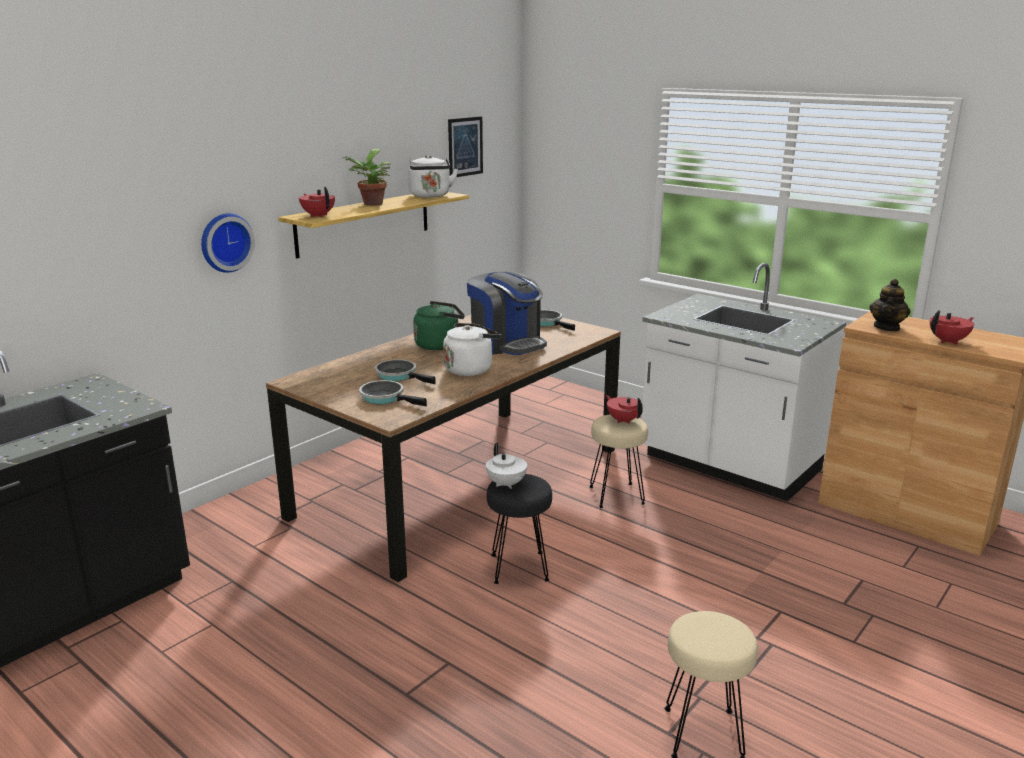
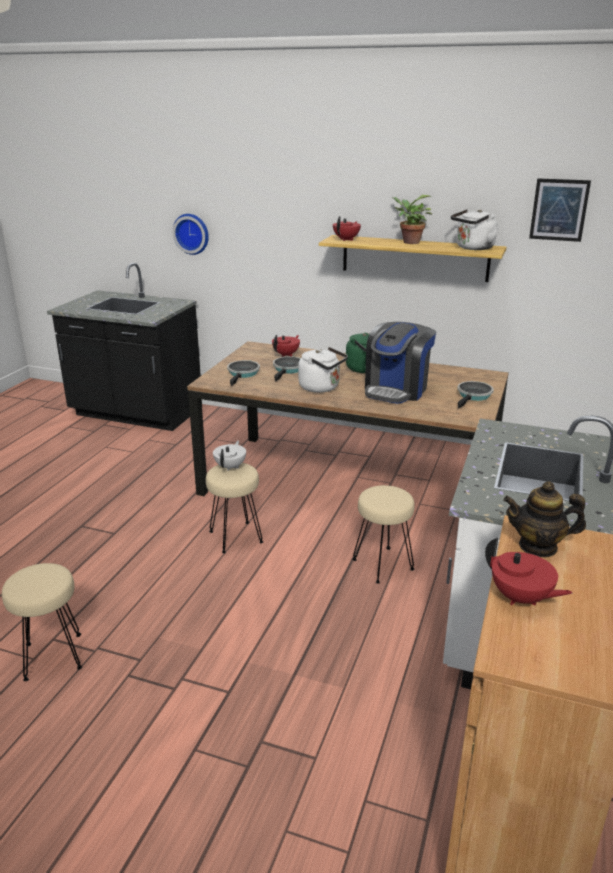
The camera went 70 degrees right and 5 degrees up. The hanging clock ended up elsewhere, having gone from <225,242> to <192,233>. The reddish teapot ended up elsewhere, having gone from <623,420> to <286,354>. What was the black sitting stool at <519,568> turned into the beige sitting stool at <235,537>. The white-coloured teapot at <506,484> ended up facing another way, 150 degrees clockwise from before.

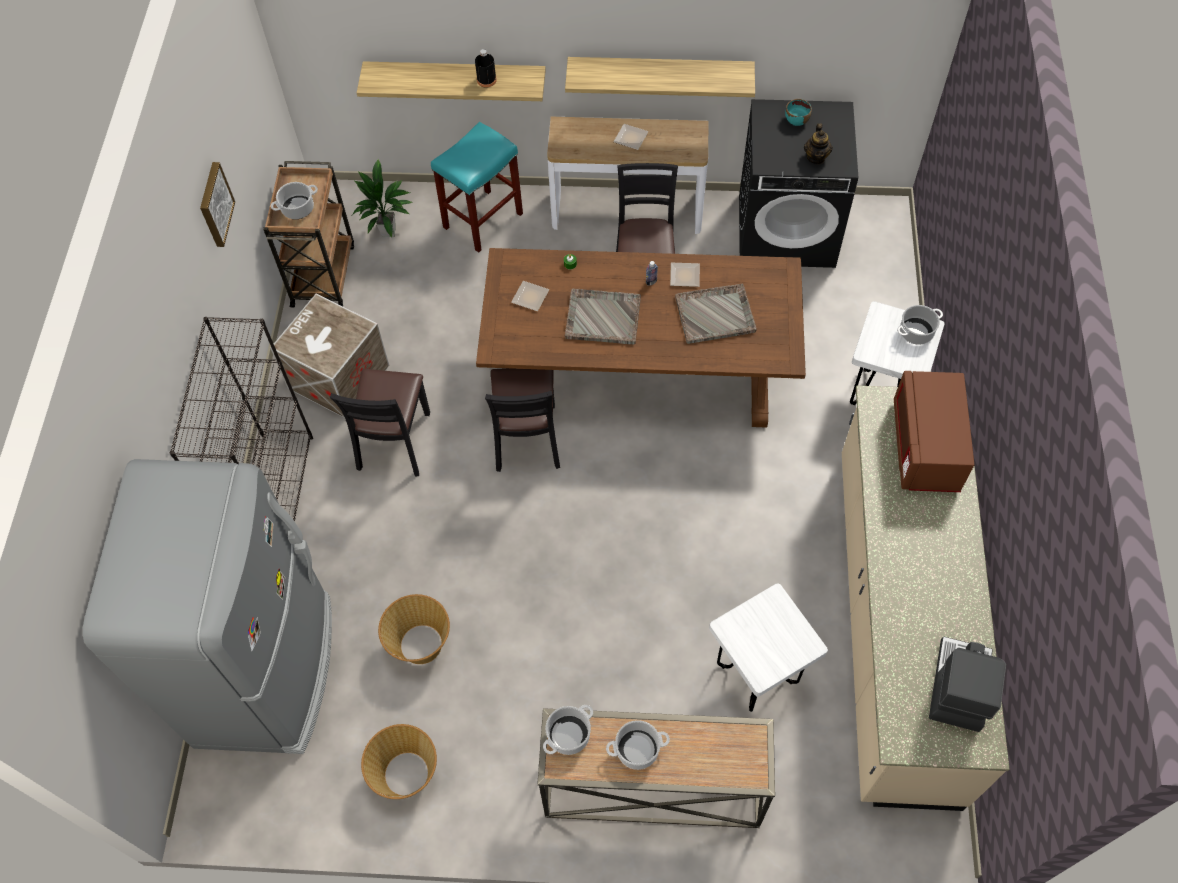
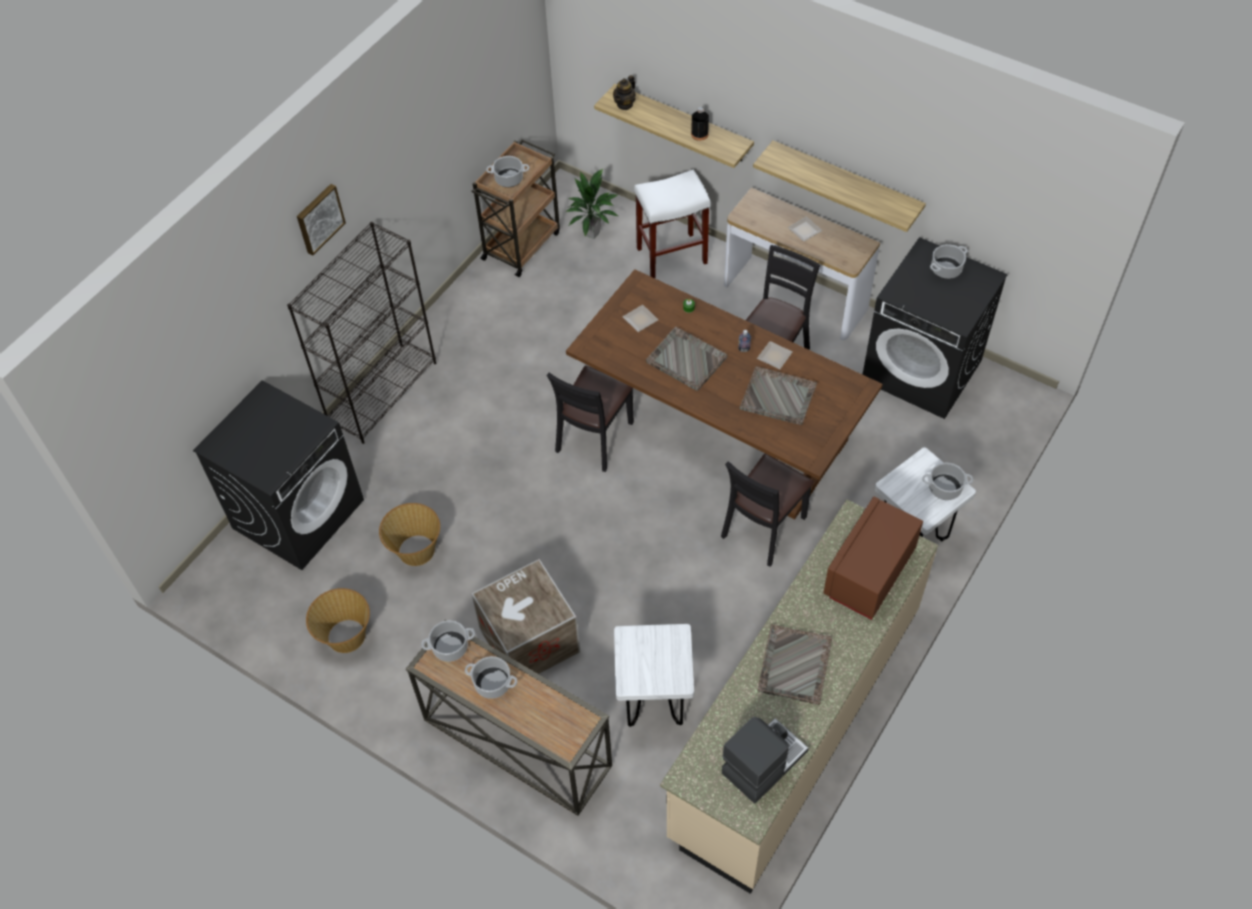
The camera went 30 degrees right and 5 degrees down. The second view gained the greyish tray at <794,666>. The wall picture ended up elsewhere, having gone from <214,204> to <319,218>. The packing crate ended up elsewhere, having gone from <338,377> to <529,640>. The black chair ended up elsewhere, having gone from <394,442> to <764,528>. The teapot ended up elsewhere, having gone from <816,157> to <625,104>. Where the greyish kitchen fridge stood at <267,669>, the black laundry appliance came to stand at <298,513>. Where the turquoise bowl stood at <796,120>, the stockpot came to stand at <946,269>. What was the turquoise sitting stool at <483,219> turned into the white-coloured sitting stool at <672,255>.

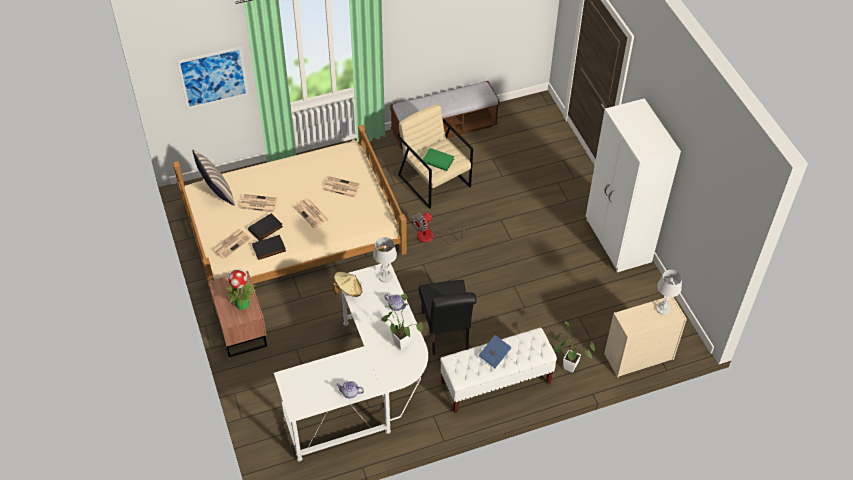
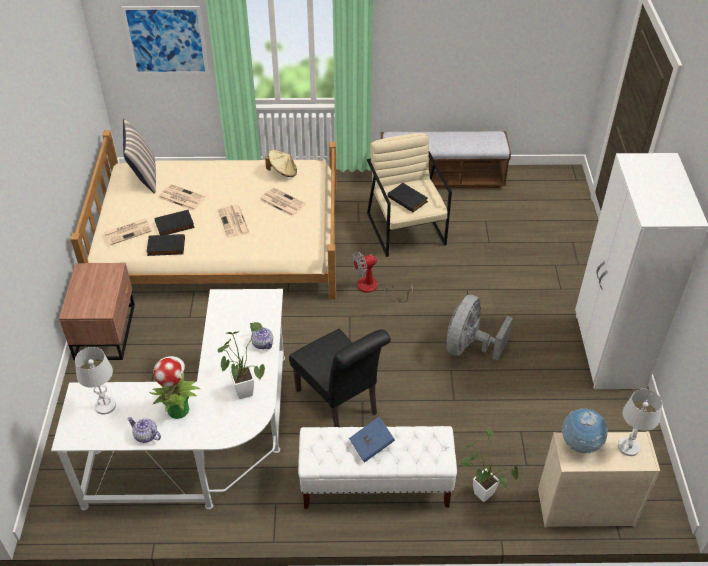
The camera went 20 degrees right and 5 degrees down. The second view gained the greyish electric fan at <469,346>. The second view gained the world globe at <580,444>. The houseplant ended up elsewhere, having gone from <242,303> to <178,409>. The beige hat ended up elsewhere, having gone from <348,290> to <283,172>. The white-coloured tabletop lamp ended up elsewhere, having gone from <385,277> to <105,406>. What was the greenish book at <438,160> turned into the black book at <408,199>. The black chair at <446,334> ended up facing another way, 45 degrees counterclockwise from before.

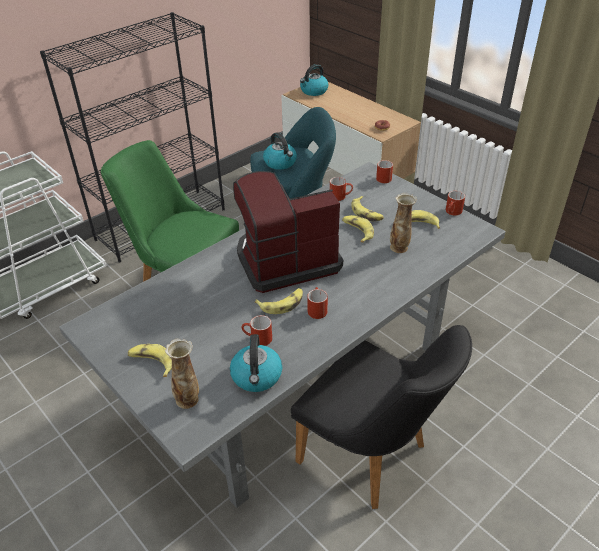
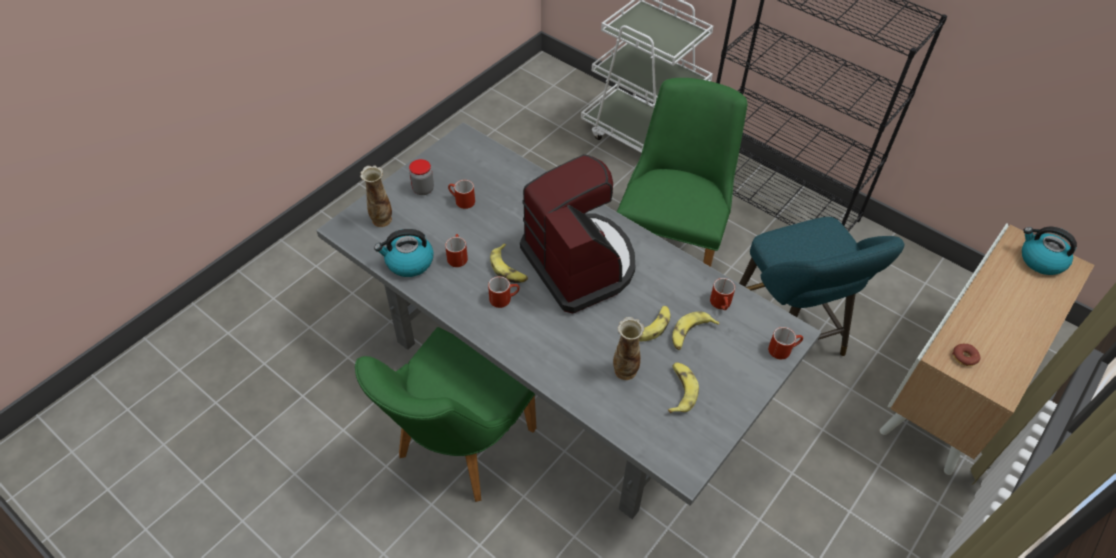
The camera went 80 degrees right and 10 degrees up. The second view lost the tea kettle at <280,163>. The reddish mug ended up elsewhere, having gone from <453,212> to <461,201>. Where the banana fruit stood at <152,362>, the preserve jar came to stand at <423,189>. What was the black chair at <372,458> turned into the greenish chair at <457,450>.

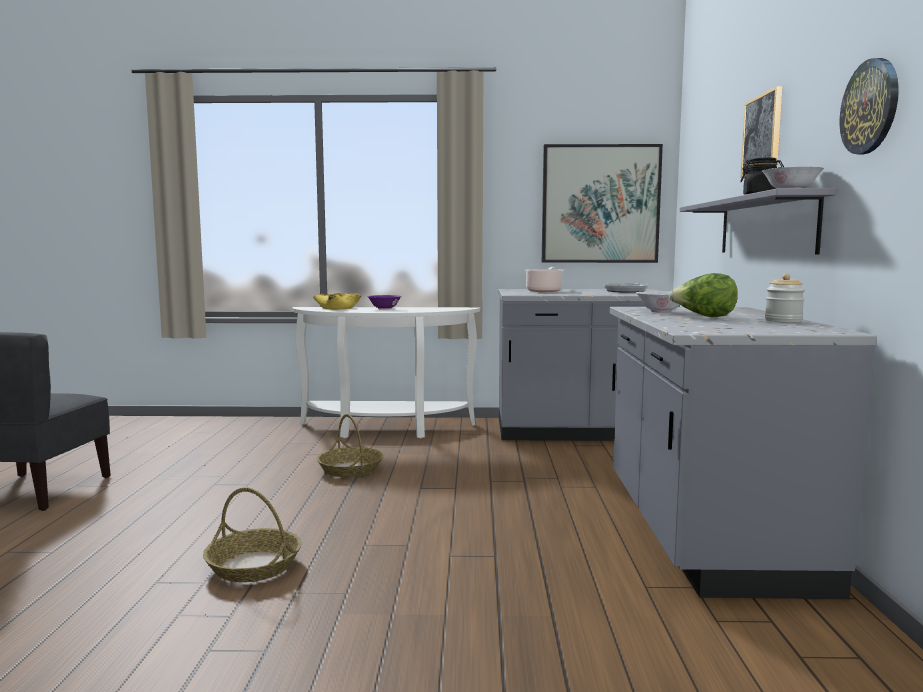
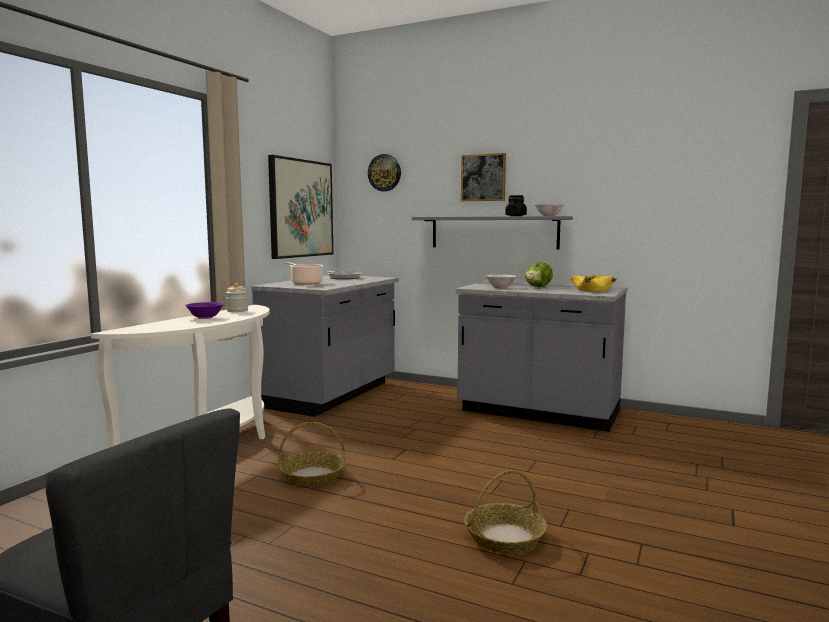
The camera went 65 degrees left and 0 degrees up. The yellow bowl ended up elsewhere, having gone from <337,308> to <592,290>. The preserve jar ended up elsewhere, having gone from <783,321> to <237,311>. The hanging clock ended up elsewhere, having gone from <870,107> to <384,172>.

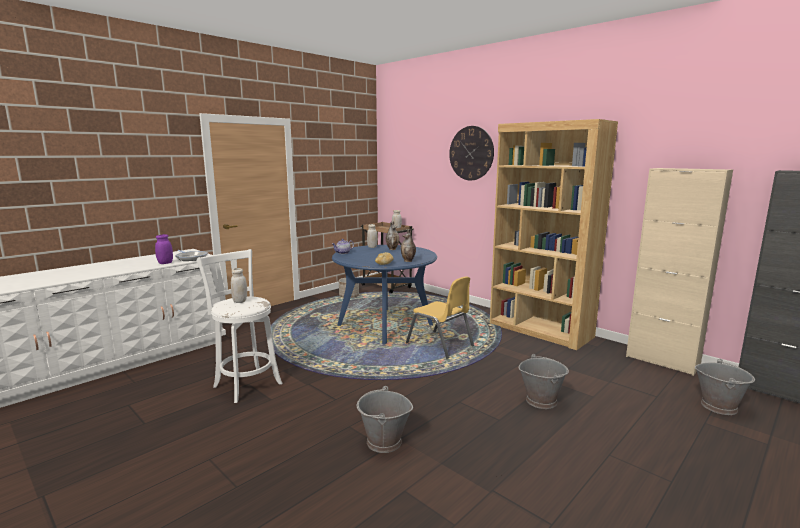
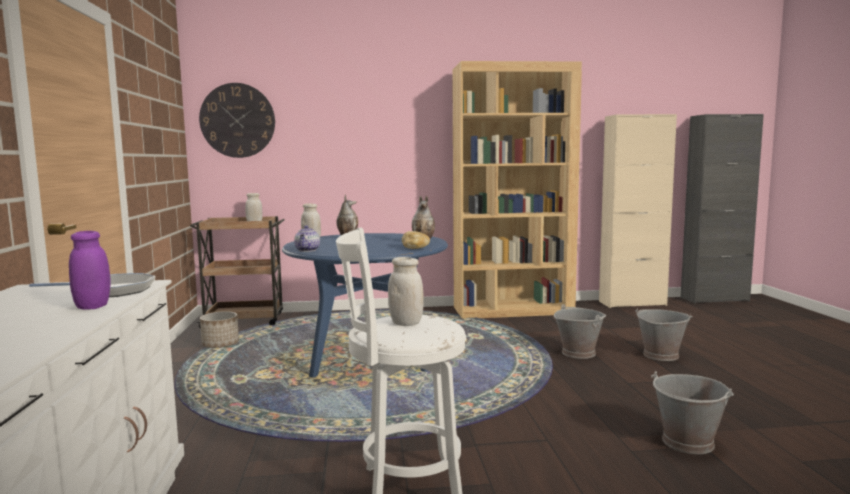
The camera went 50 degrees left and 5 degrees down. The second view lost the yellow chair at <440,345>. The hanging clock ended up elsewhere, having gone from <471,153> to <237,120>. The greyish water bucket ended up elsewhere, having gone from <719,406> to <578,353>.

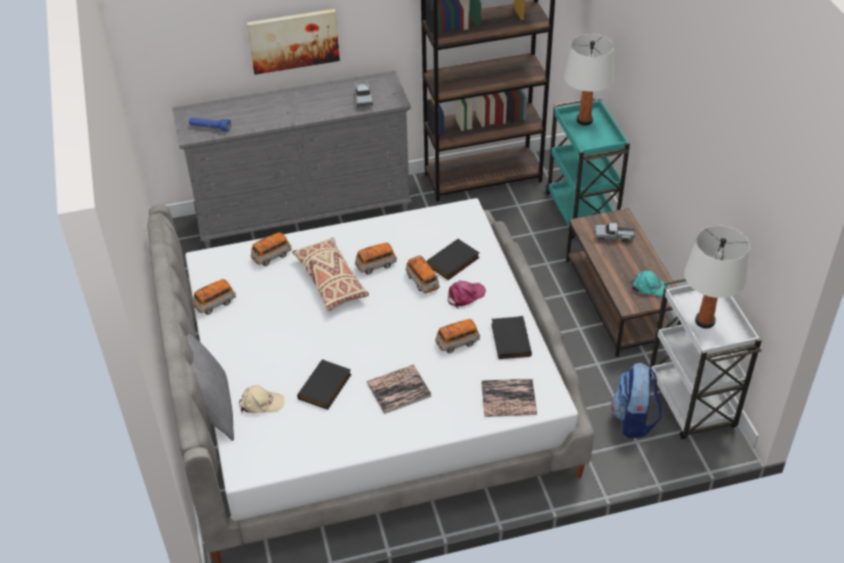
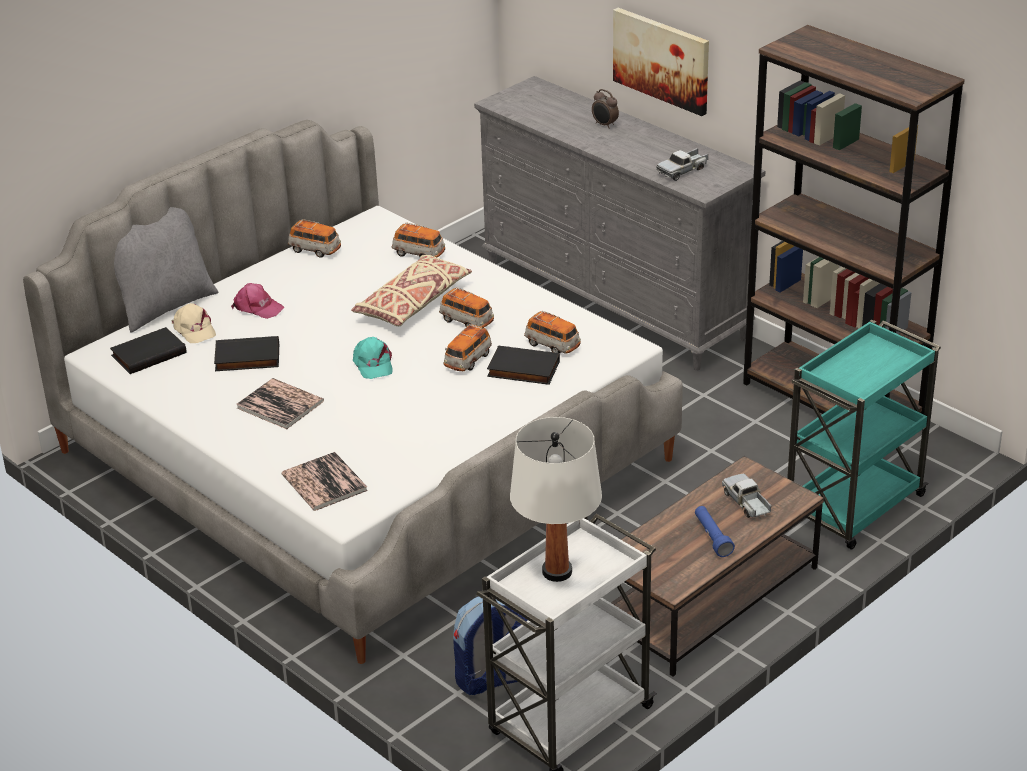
The camera went 60 degrees right and 10 degrees down. The second view lost the white-coloured tabletop lamp at <584,120>. The second view gained the alarm clock at <604,125>. The blue-coloured flashlight ended up elsewhere, having gone from <210,128> to <712,537>. The toy car ended up elsewhere, having gone from <457,343> to <552,345>. The pinkish baseball cap ended up elsewhere, having gone from <465,296> to <257,307>. The black book ended up elsewhere, having gone from <509,340> to <148,353>. The turquoise baseball cap ended up elsewhere, having gone from <649,287> to <373,364>.

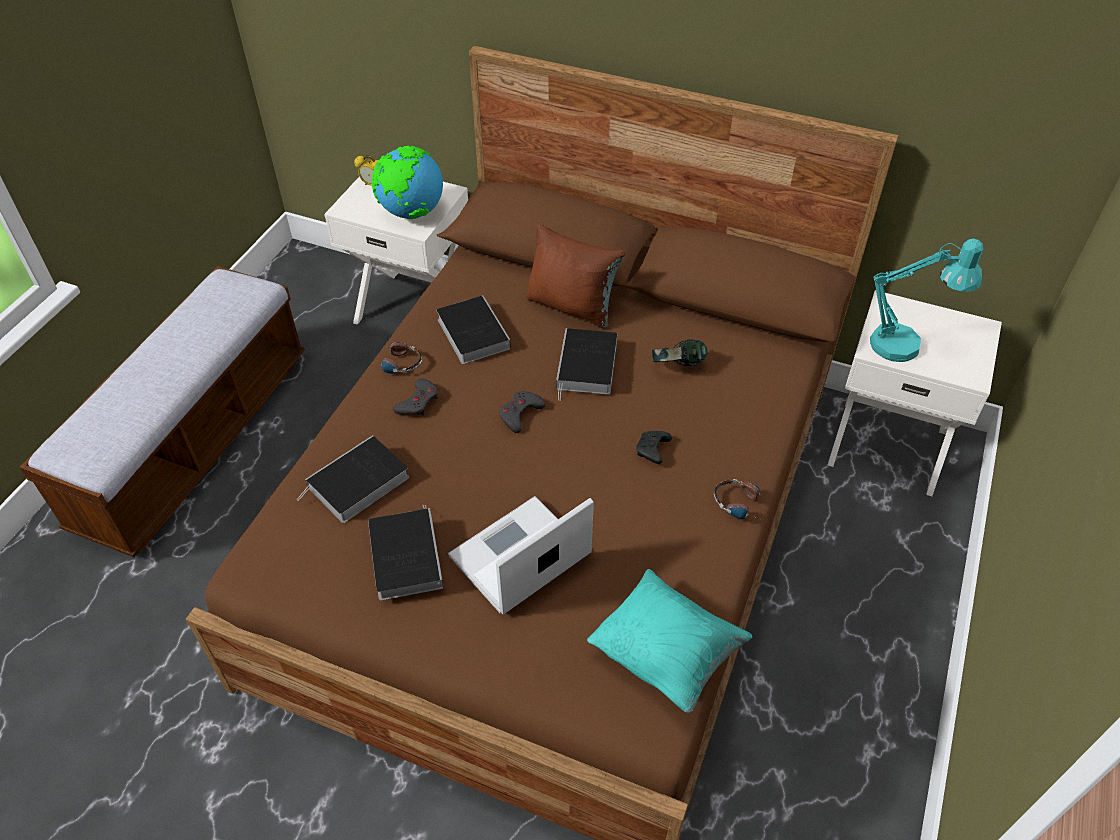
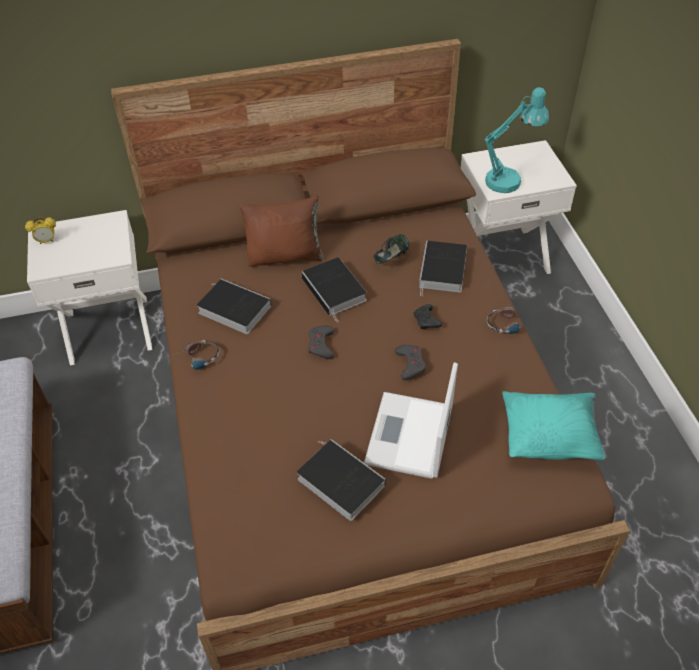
The camera went 35 degrees left and 0 degrees up. The second view lost the world globe at <411,213>. The book ended up elsewhere, having gone from <357,485> to <443,271>. The greyish joypad ended up elsewhere, having gone from <418,402> to <410,364>.

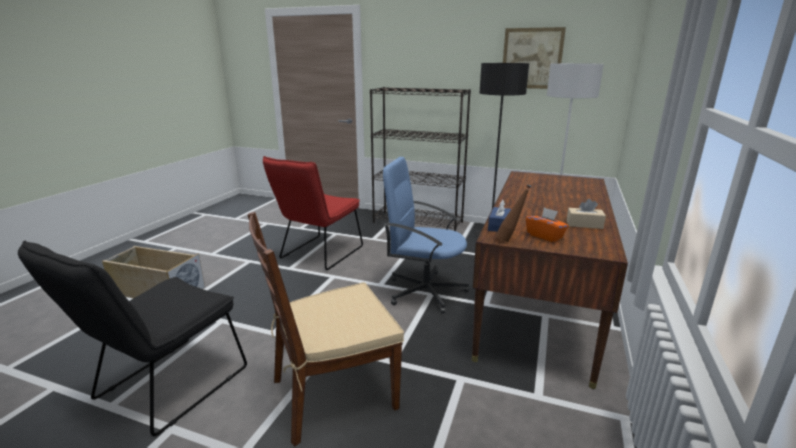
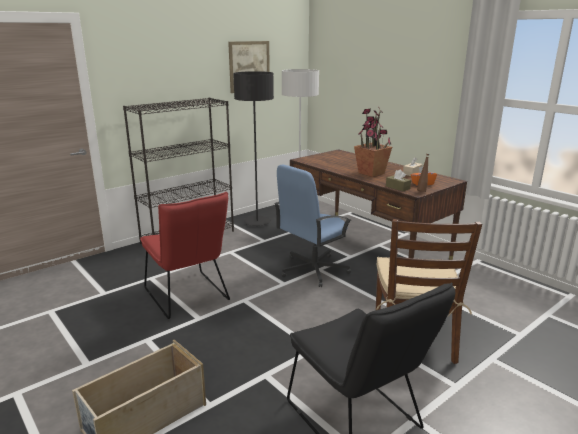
The camera went 60 degrees left and 0 degrees up. The second view gained the houseplant at <371,173>. What was the blue-coloured tissue holder at <499,226> turned into the brownish tissue holder at <397,187>.

